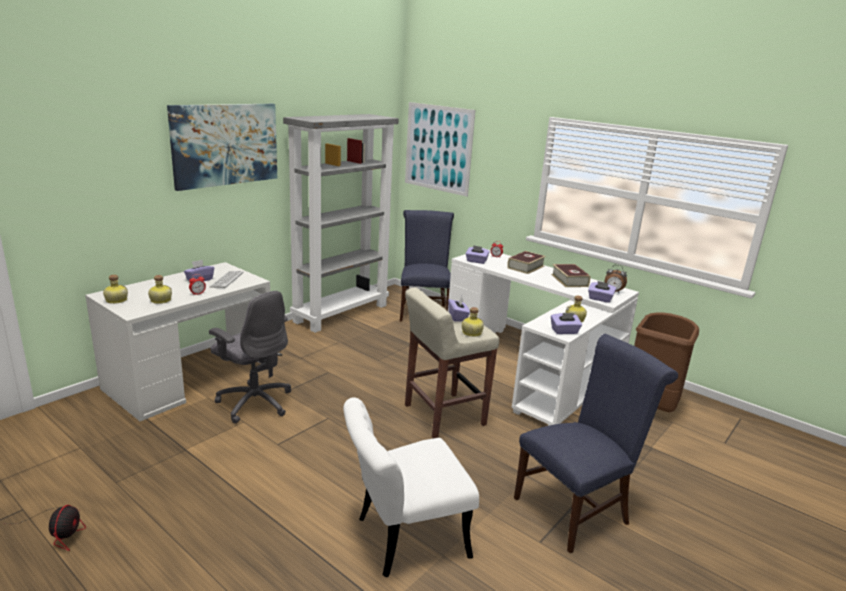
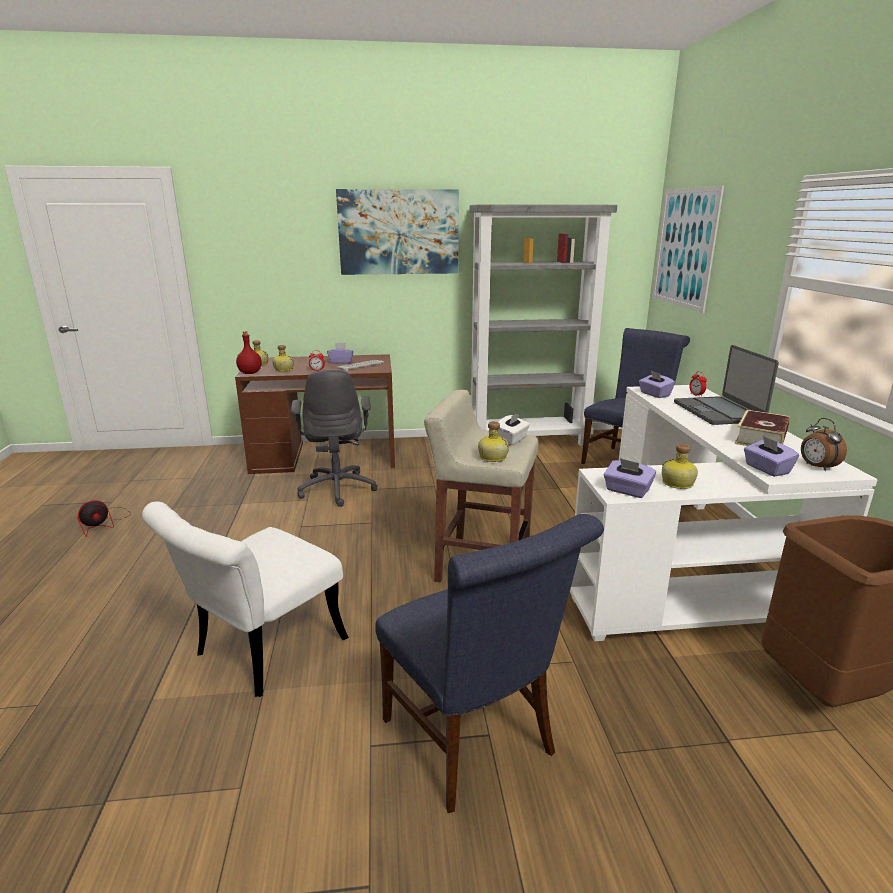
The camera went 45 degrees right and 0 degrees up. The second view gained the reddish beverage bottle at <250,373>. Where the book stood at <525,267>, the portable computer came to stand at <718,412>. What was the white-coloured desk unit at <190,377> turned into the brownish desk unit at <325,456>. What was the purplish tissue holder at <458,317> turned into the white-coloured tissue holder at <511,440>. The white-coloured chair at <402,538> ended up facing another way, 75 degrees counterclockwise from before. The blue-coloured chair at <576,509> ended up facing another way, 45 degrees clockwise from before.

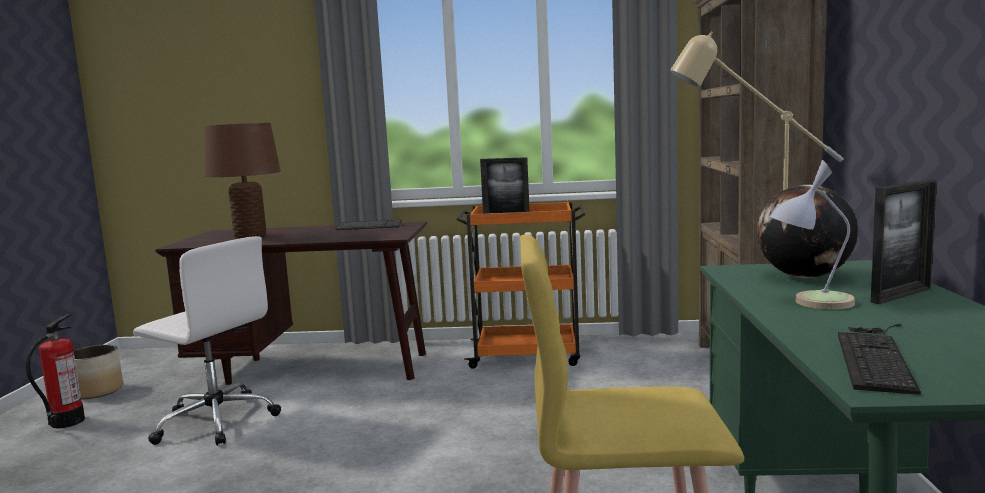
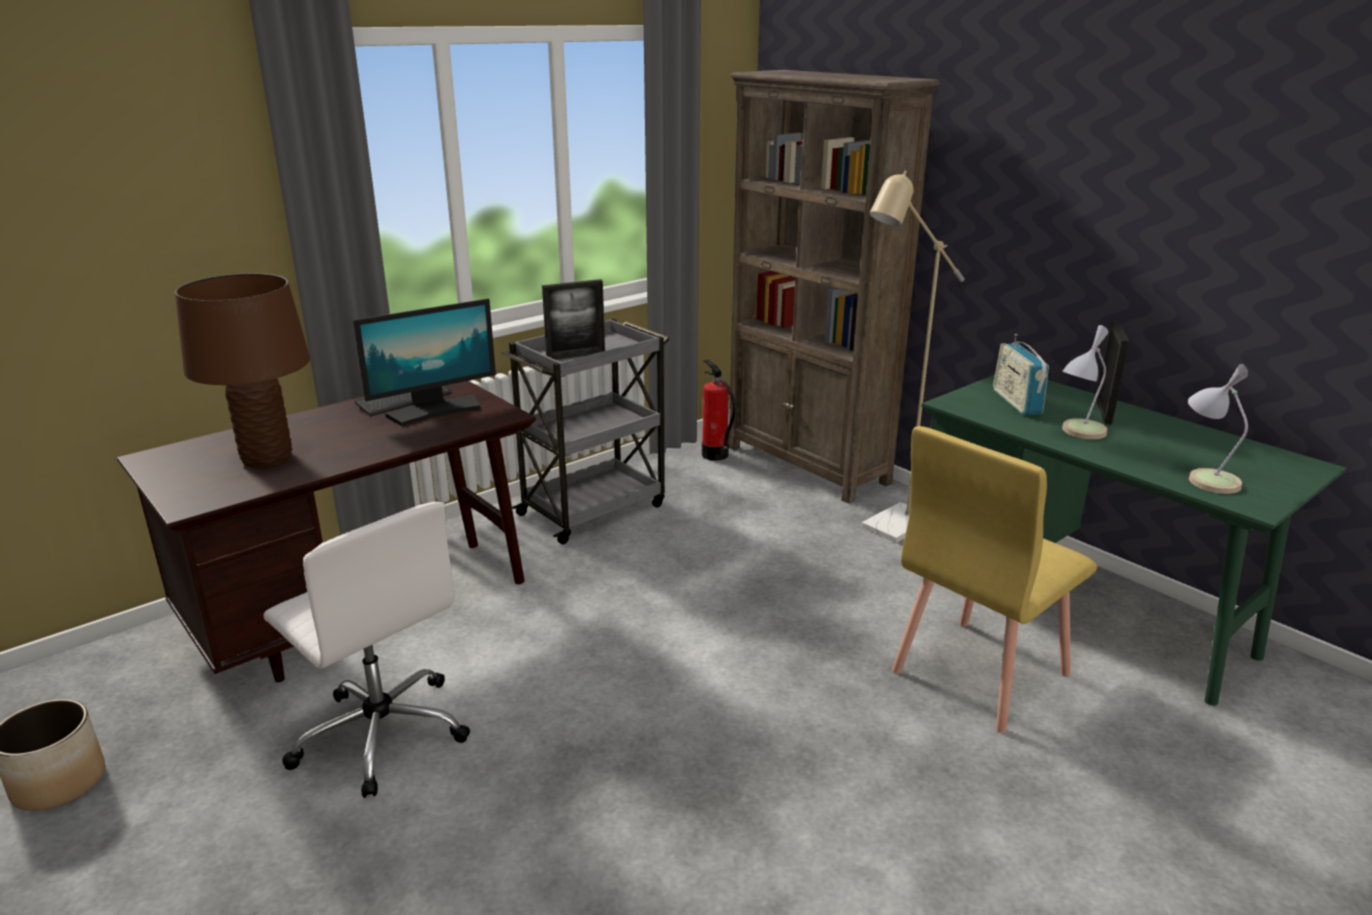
The camera went 45 degrees left and 15 degrees up. The second view gained the monitor at <434,410>. The fire-fighting cylinder ended up elsewhere, having gone from <67,422> to <715,455>. Where the world globe stood at <805,277>, the radio came to stand at <1016,402>. Where the keyboard stood at <875,356>, the tabletop lamp came to stand at <1205,478>. What was the orange-coloured trolley at <528,356> turned into the greyish trolley at <594,509>. The white-coloured desk chair at <215,421> ended up facing another way, 60 degrees clockwise from before.

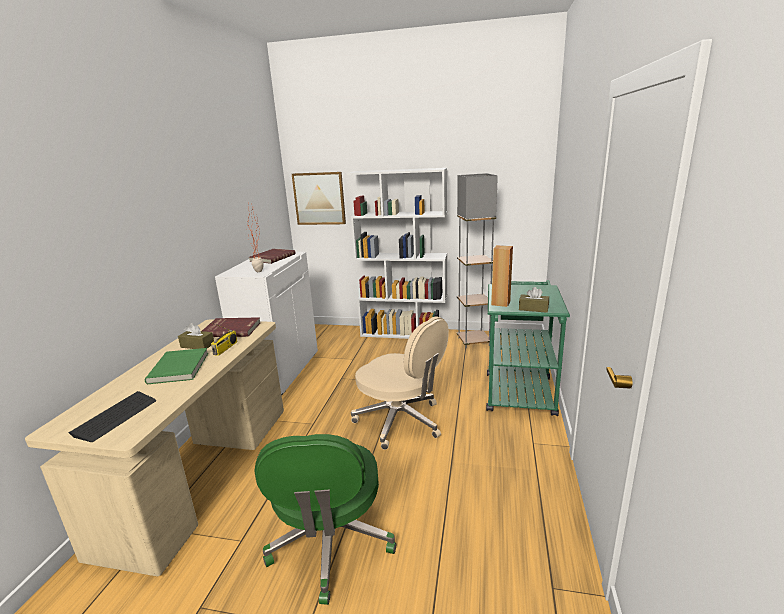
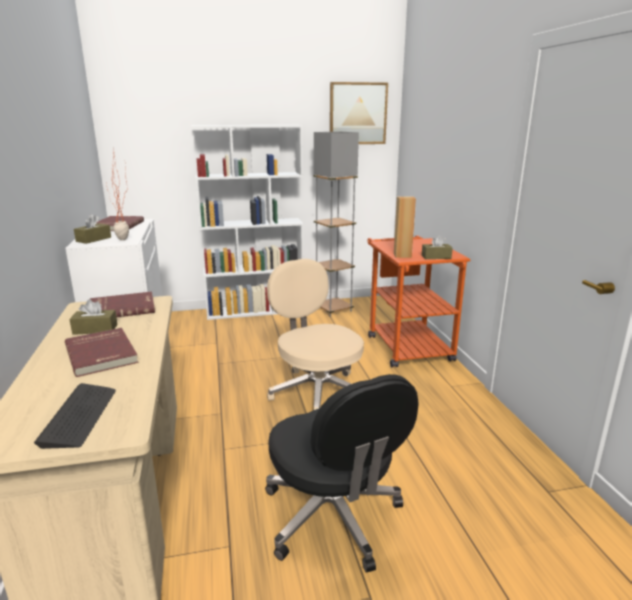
The camera went 25 degrees left and 0 degrees up. The second view lost the radio at <225,348>. The second view gained the brownish tissue holder at <93,239>. The wall picture ended up elsewhere, having gone from <319,198> to <357,113>. What was the greenish book at <180,368> turned into the reddish book at <103,354>. What was the greenish desk chair at <331,543> turned into the black desk chair at <333,517>. What was the greenish trolley at <518,389> turned into the orange-coloured trolley at <406,344>. The beige desk chair at <401,421> ended up facing another way, 135 degrees counterclockwise from before.

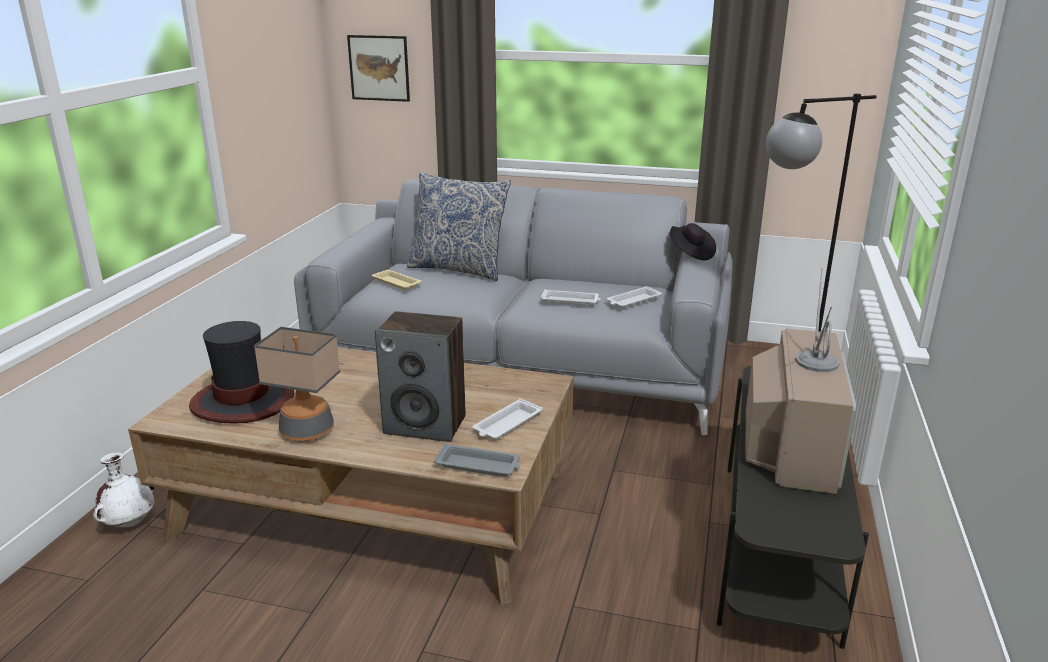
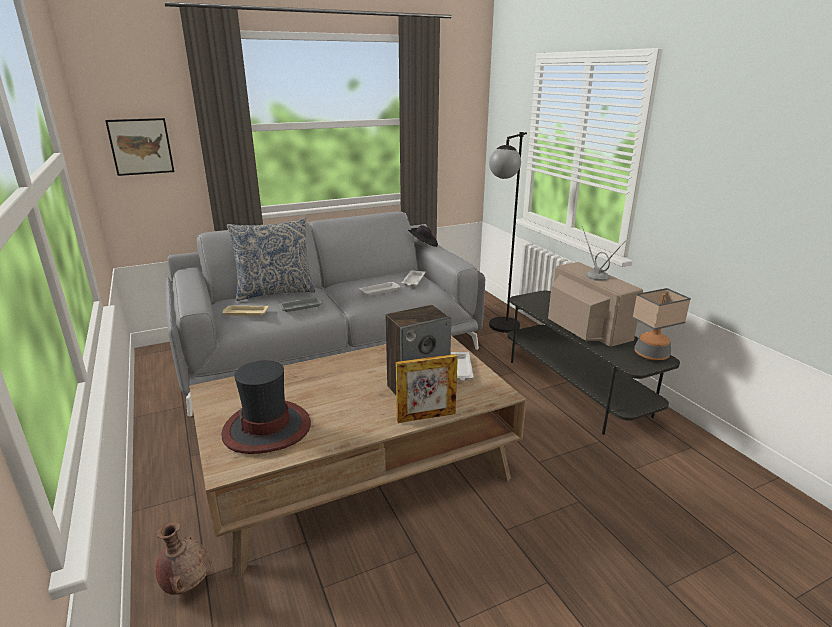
The camera went 40 degrees left and 0 degrees up. The second view gained the standing frame at <426,417>. The tabletop lamp ended up elsewhere, having gone from <307,431> to <651,354>. The greyish tray ended up elsewhere, having gone from <479,465> to <302,307>. What was the white-coloured vase at <130,523> turned into the brownish vase at <187,583>.

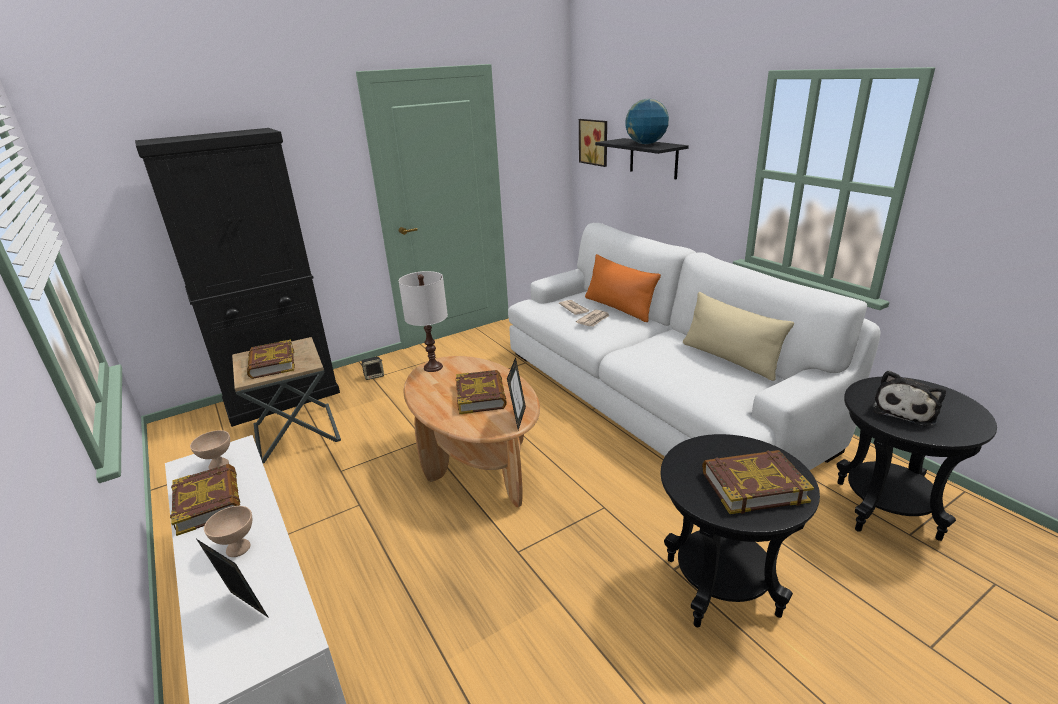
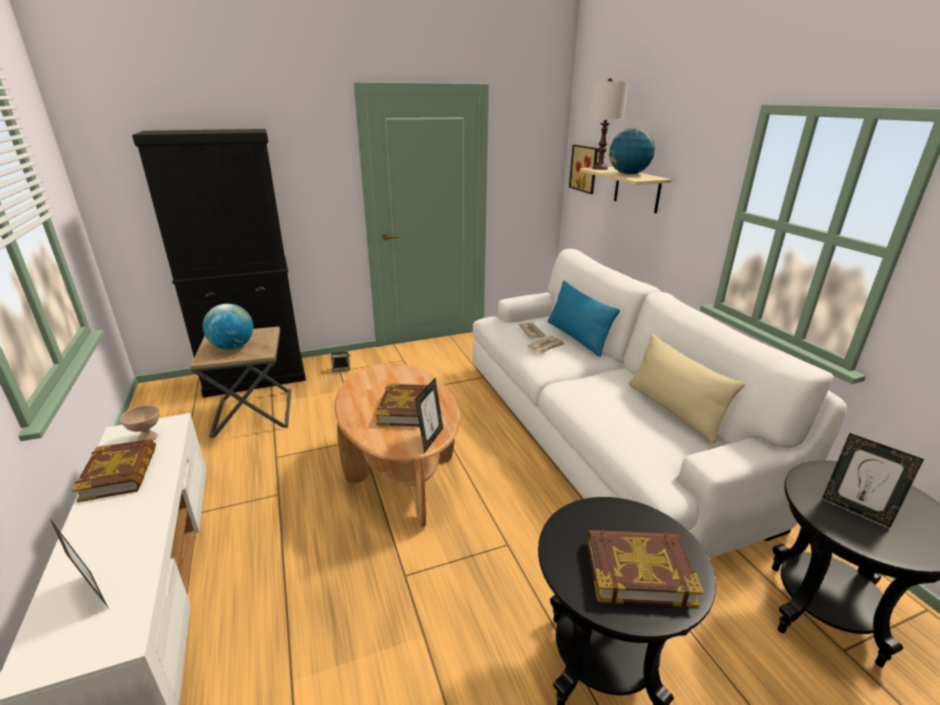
The camera went 10 degrees right and 0 degrees up. The second view lost the beige bowl at <237,549>. The white-coloured tabletop lamp ended up elsewhere, having gone from <433,367> to <600,168>. Where the book stood at <271,363>, the world globe came to stand at <233,347>. Where the plush toy stood at <905,410>, the standing frame came to stand at <856,509>. What was the orange-coloured pillow at <619,308> turned into the blue-coloured pillow at <577,337>. What was the black wall shelf at <653,158> turned into the beige wall shelf at <637,189>.

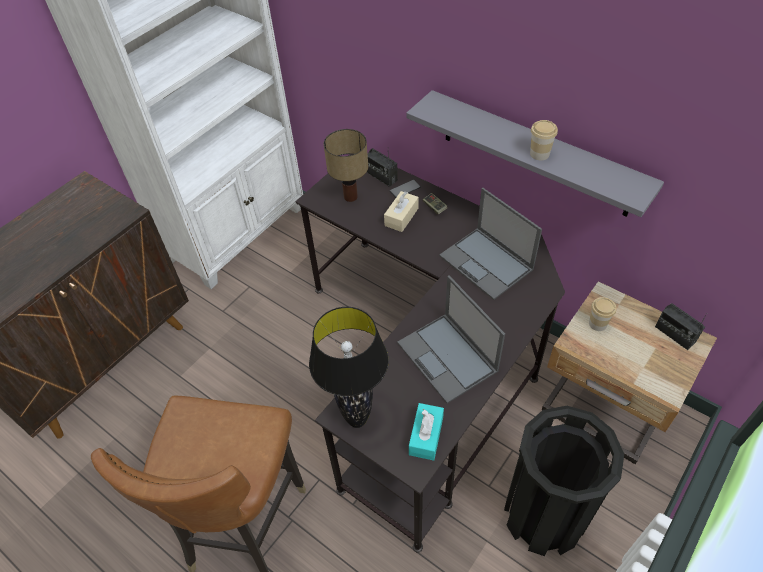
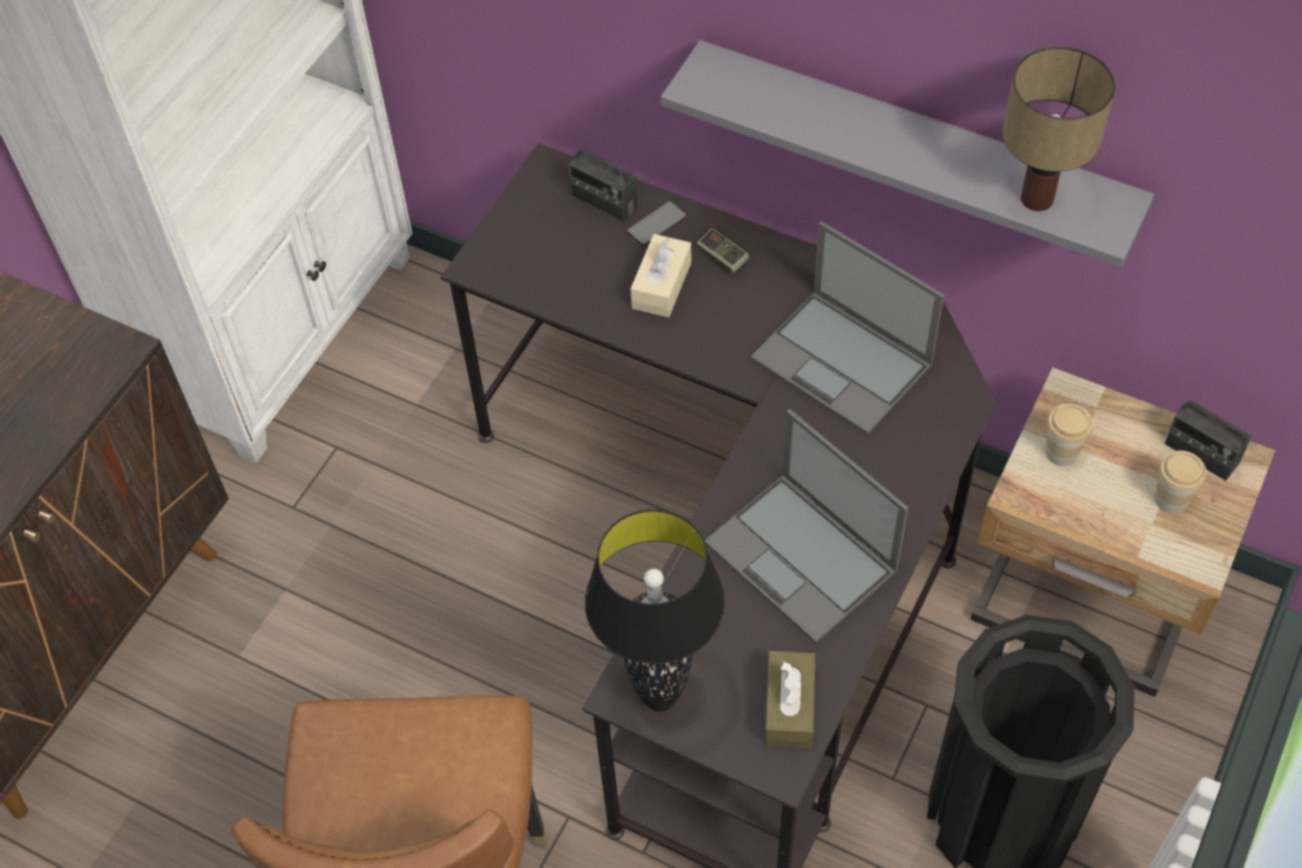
The camera went 10 degrees left and 5 degrees up. The tabletop lamp ended up elsewhere, having gone from <349,197> to <1035,199>. The cup ended up elsewhere, having gone from <539,154> to <1171,499>. What was the turquoise tissue holder at <426,436> turned into the brownish tissue holder at <789,707>.

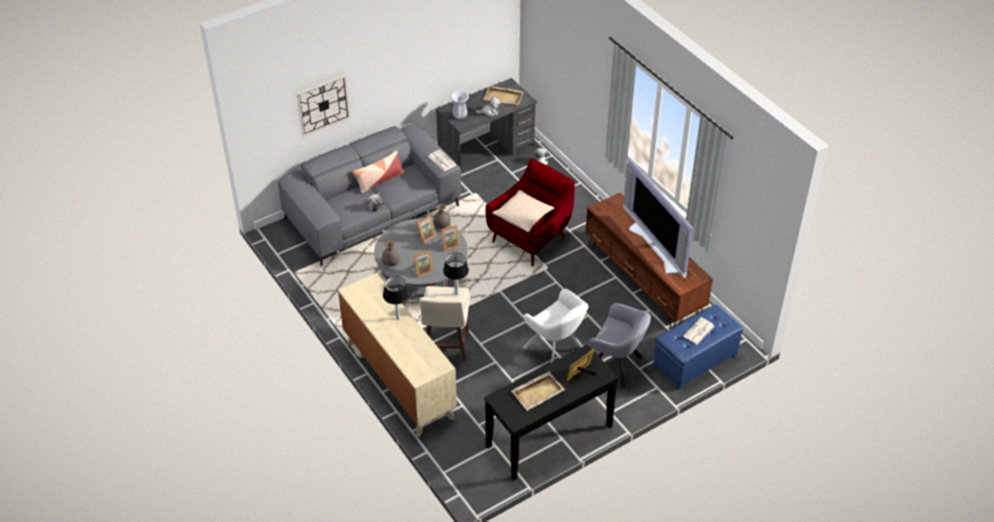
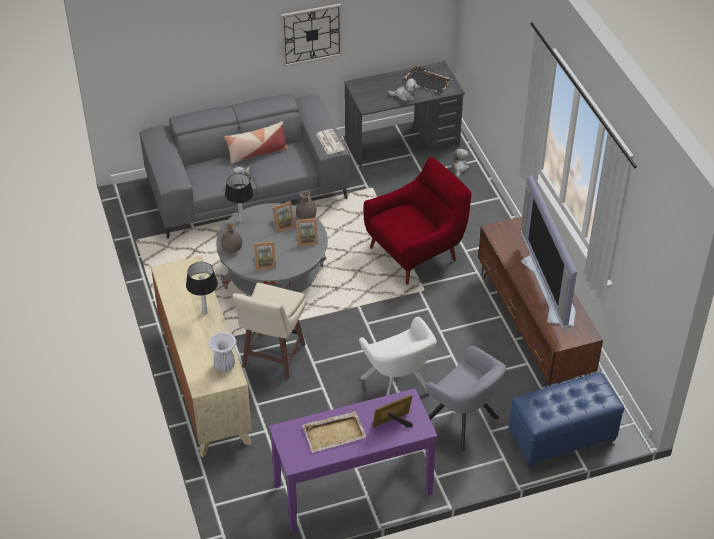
The camera went 15 degrees right and 0 degrees up. The second view lost the beige pillow at <523,216>. The second view lost the daily paper at <698,331>. The hanging clock ended up elsewhere, having gone from <323,105> to <311,34>. The tabletop lamp ended up elsewhere, having gone from <456,293> to <241,221>. The white-coloured vase ended up elsewhere, having gone from <460,116> to <225,366>. What was the beige tray at <504,97> turned into the black tray at <427,81>. What was the black narrow table at <549,436> turned into the purplish narrow table at <353,490>.

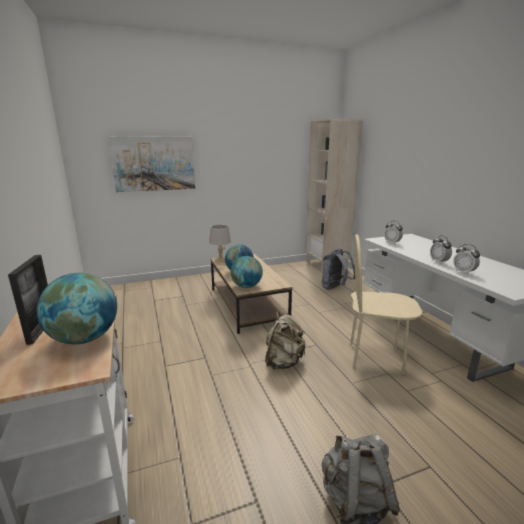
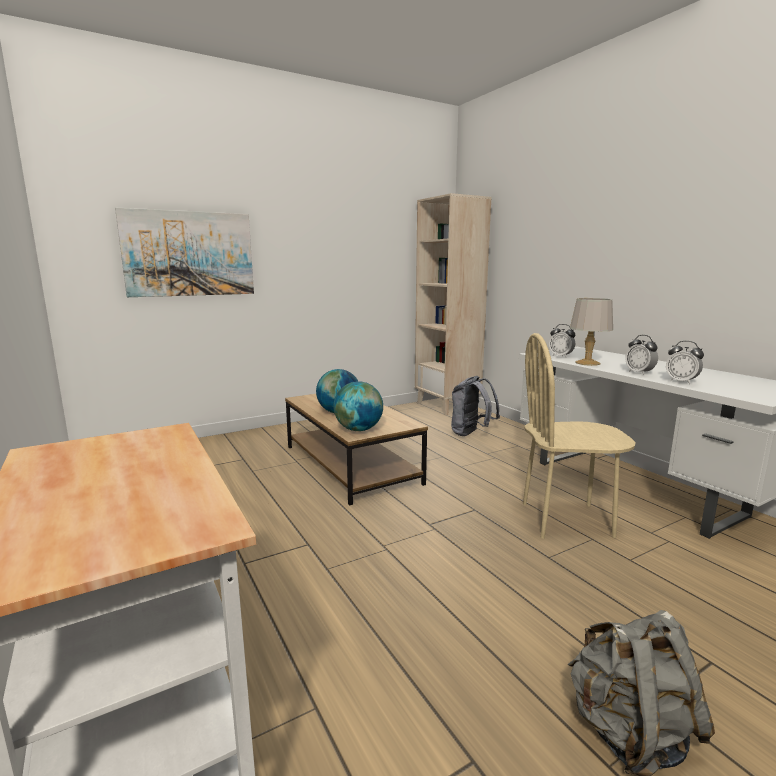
The camera went 10 degrees left and 5 degrees down. The second view lost the standing frame at <41,329>. The second view lost the world globe at <85,338>. The second view lost the beige rucksack at <283,362>. The greyish tabletop lamp ended up elsewhere, having gone from <220,260> to <587,363>.

